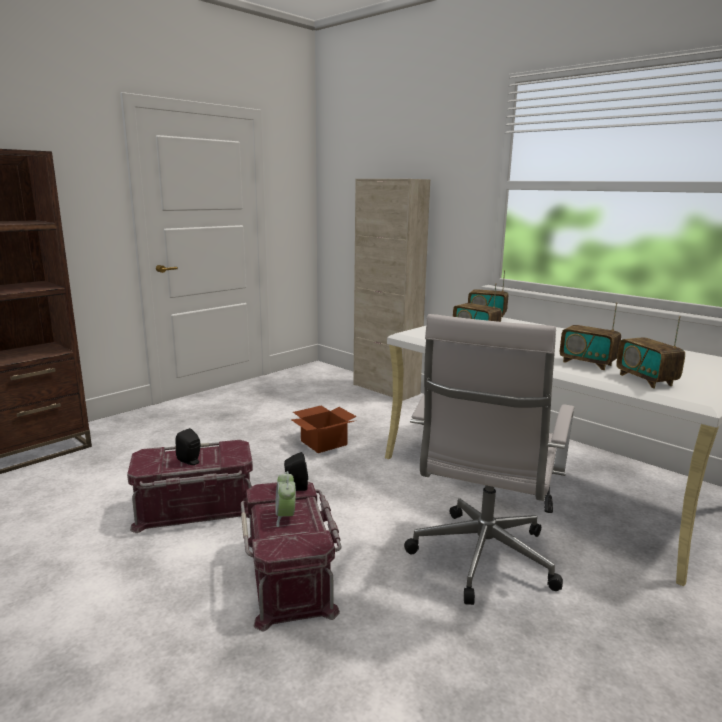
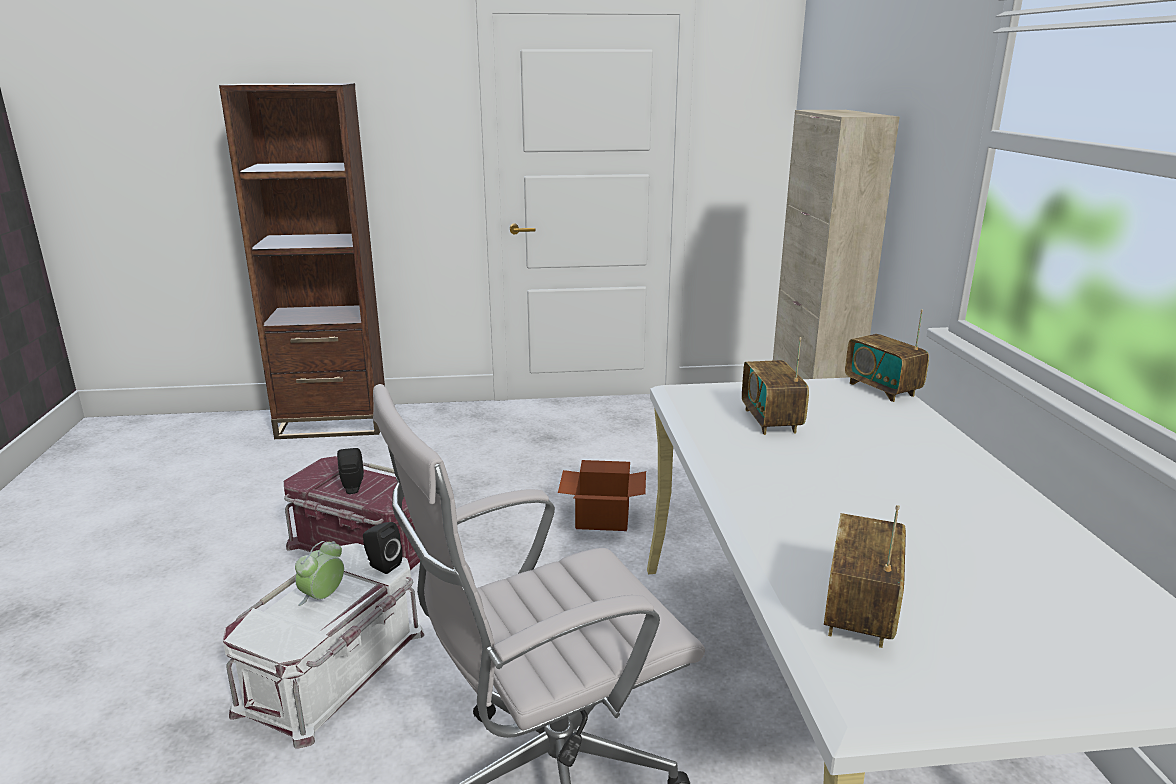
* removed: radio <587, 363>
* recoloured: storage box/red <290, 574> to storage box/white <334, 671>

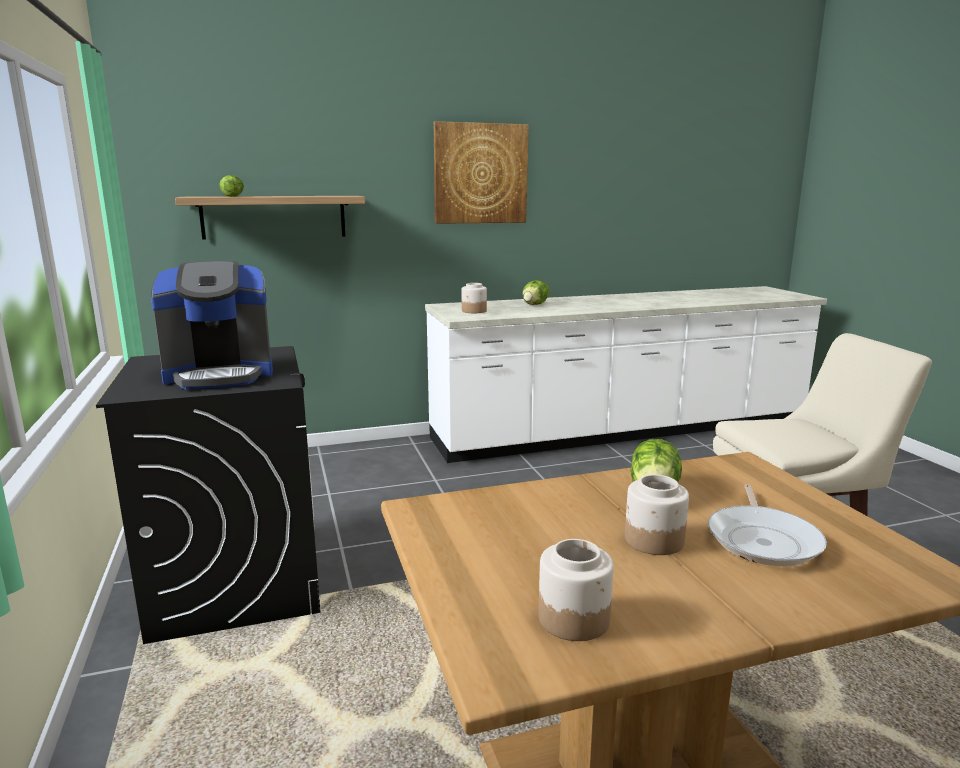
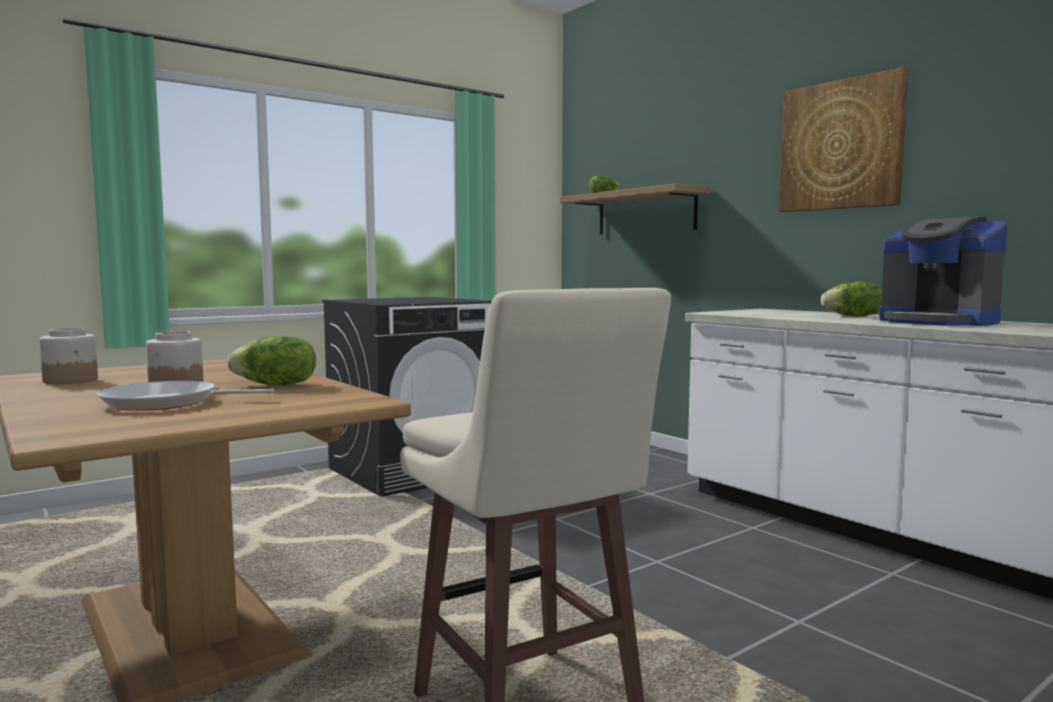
* removed: jar <474, 311>
* moved: coffee machine <220, 374> to <937, 322>

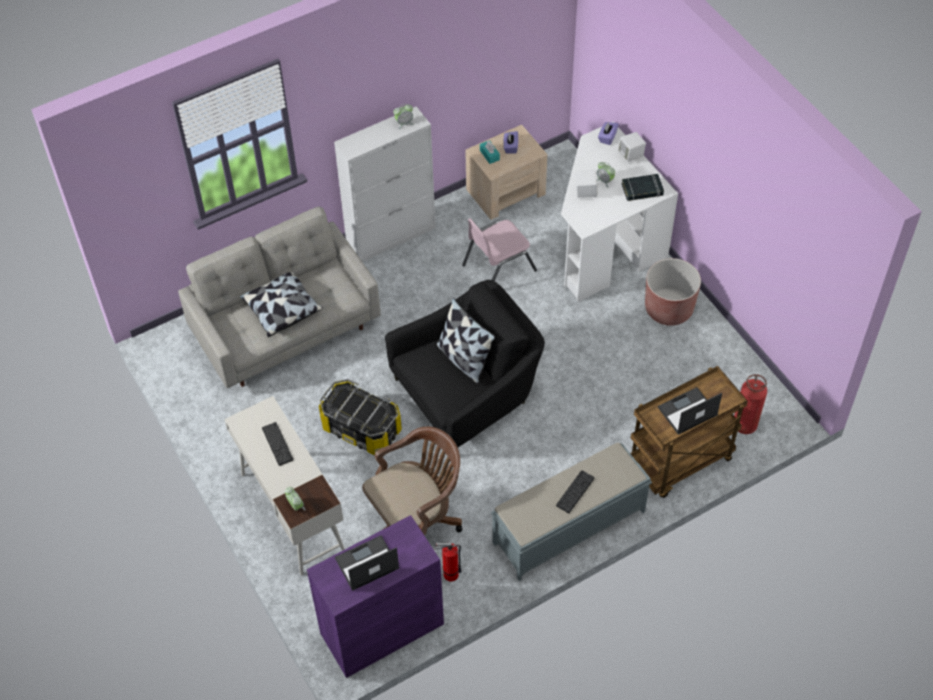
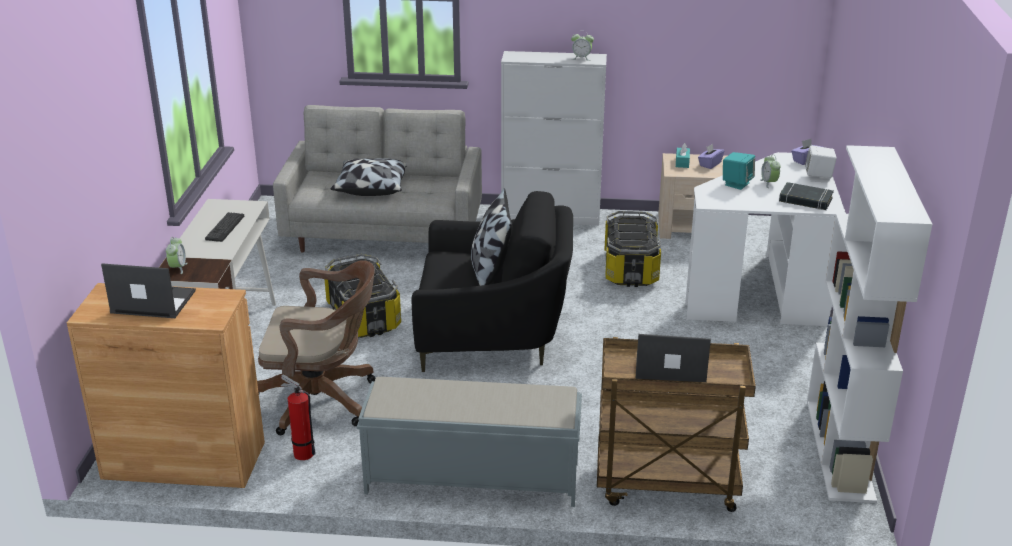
* removed: keyboard <575, 492>
* removed: planter/brown <668, 309>
* removed: fire extinguisher <744, 425>
* added: bookcase/white <841, 450>
* replaced: chair/pink <498, 267> to storage box <630, 268>
* recoloured: cabinet/purple <382, 628> to cabinet/brown <184, 460>
* recoloured: speaker/white <585, 193> to speaker/turquoise <737, 184>

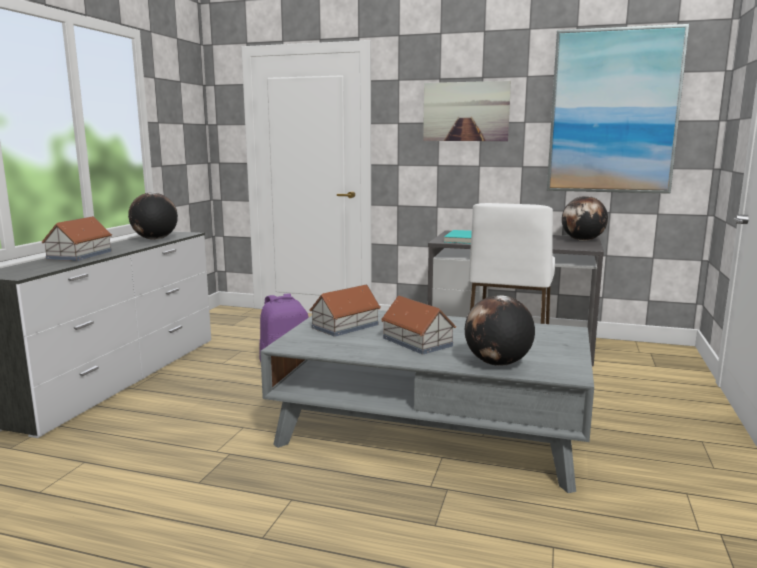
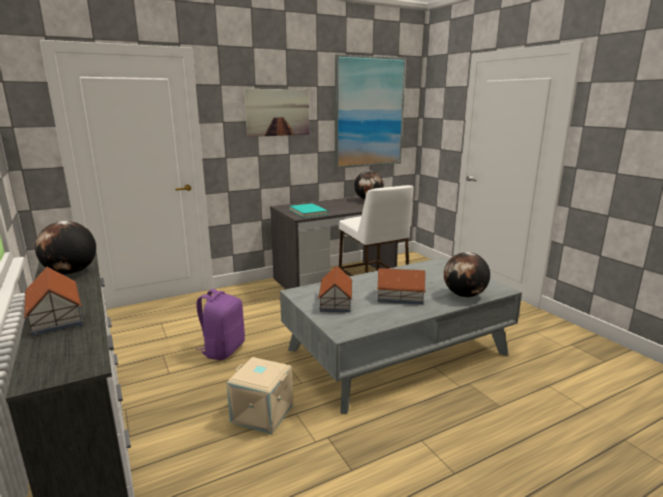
* added: storage box/beige <261, 414>

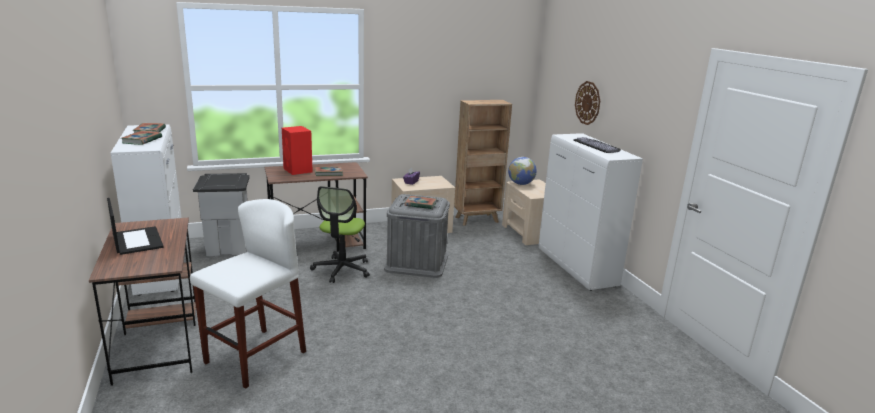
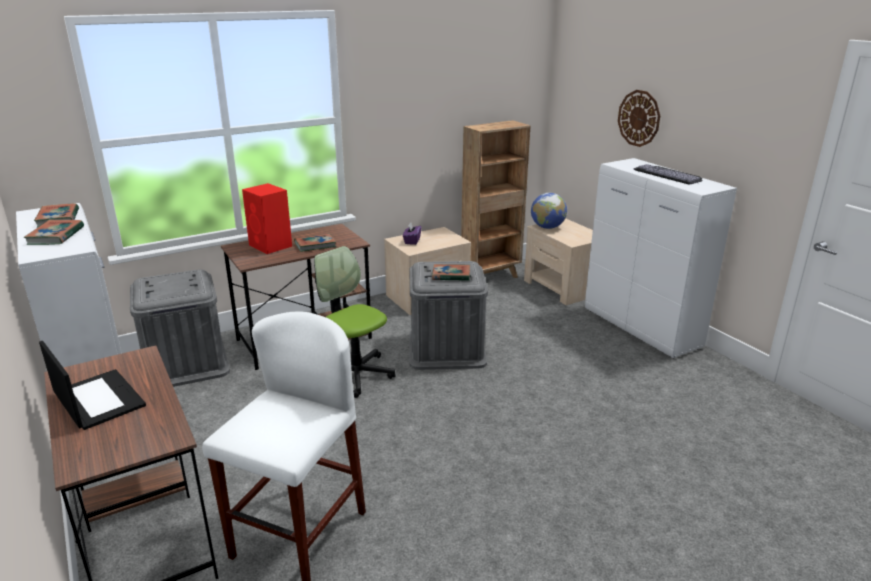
* replaced: trash can/grey <229, 248> to storage box/grey <186, 363>
* turned: office chair <342, 270> = <355, 374> 135 degrees clockwise

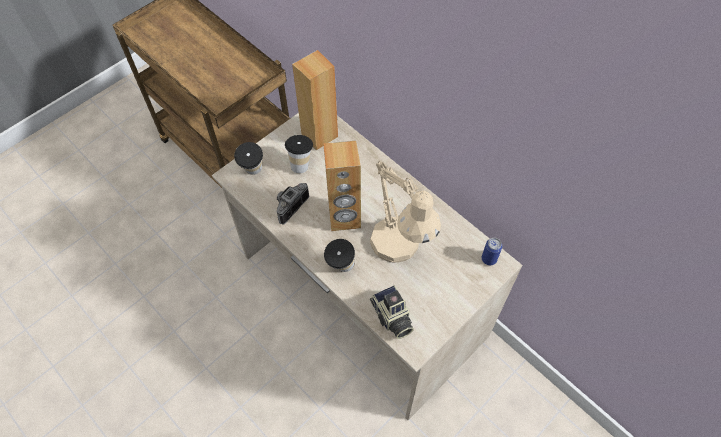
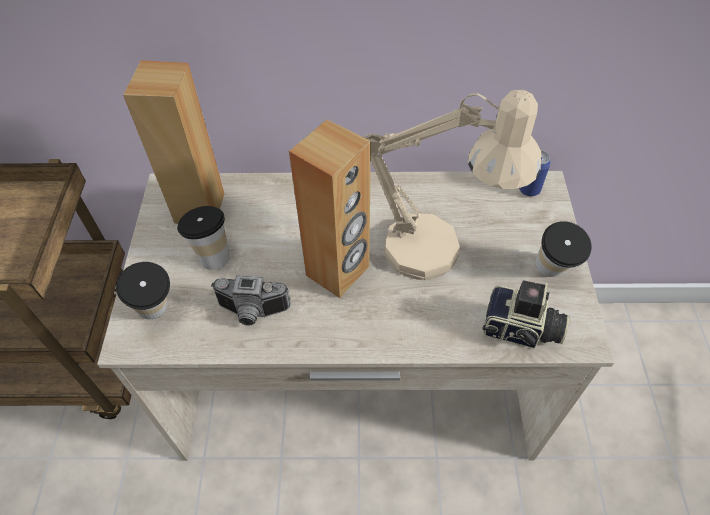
* moved: cup <341, 268> to <551, 274>
* turned: photo camera <288, 205> = <252, 313> 75 degrees counterclockwise

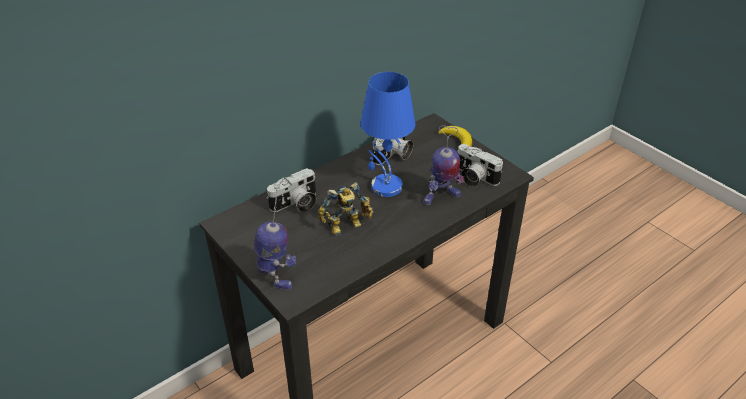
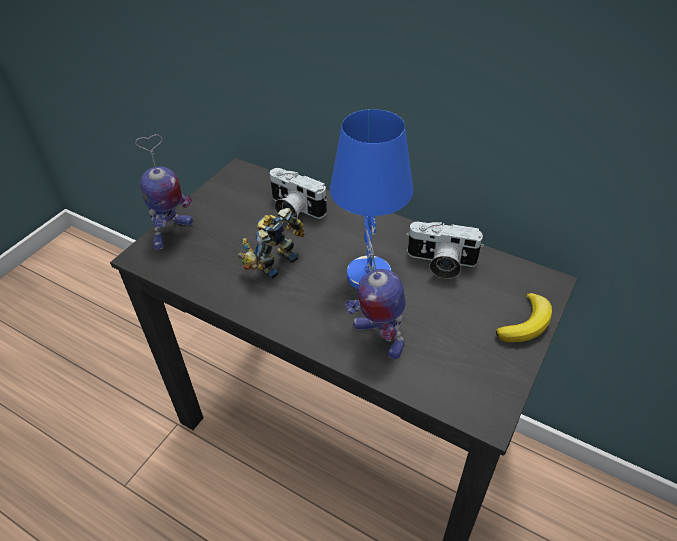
* removed: photo camera <474, 177>
* turned: toy robot <346, 226> = <273, 262> 90 degrees clockwise

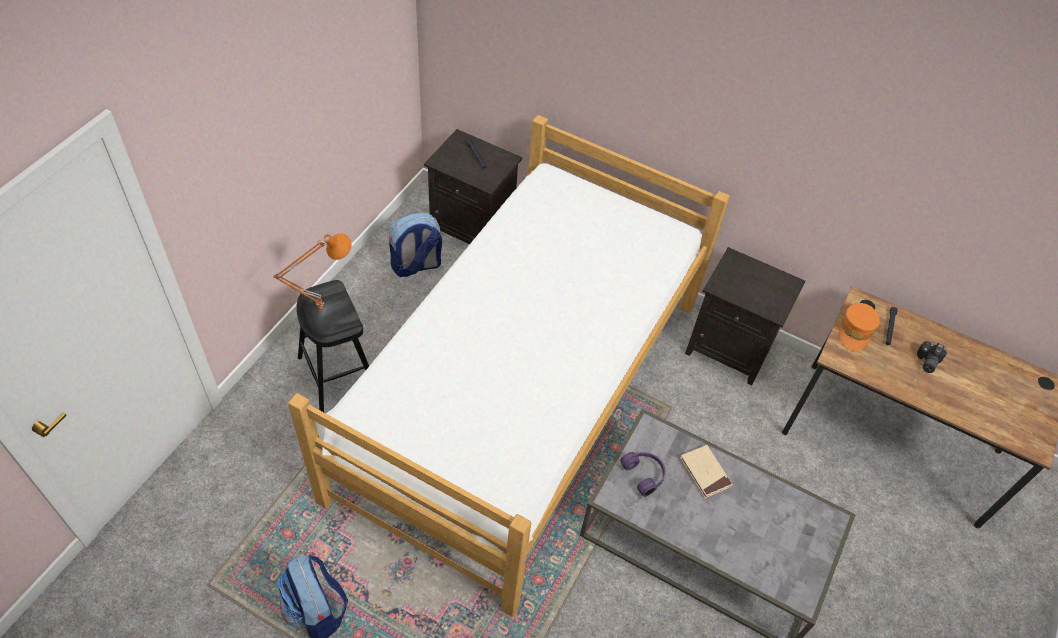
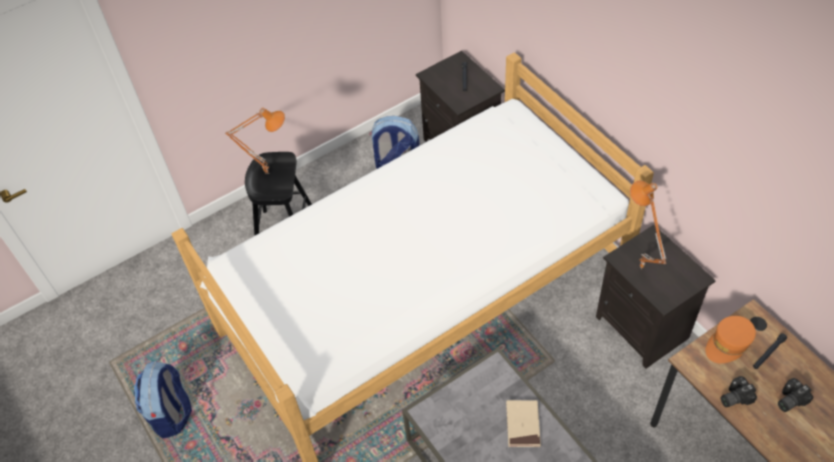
* removed: headphones/purple <645, 474>
* added: table lamp/orange <638, 268>
* added: photo camera <733, 396>

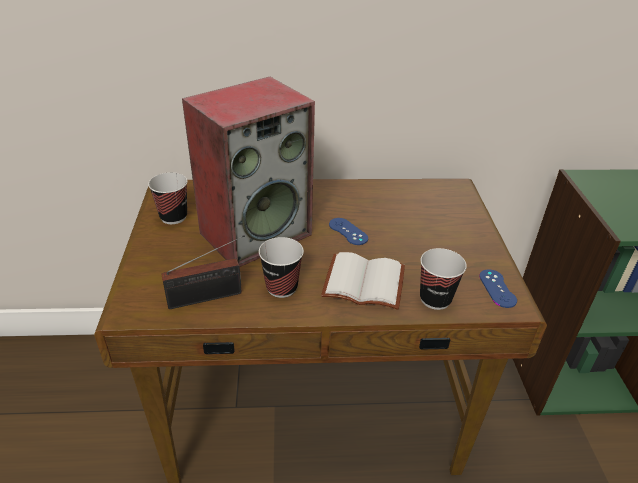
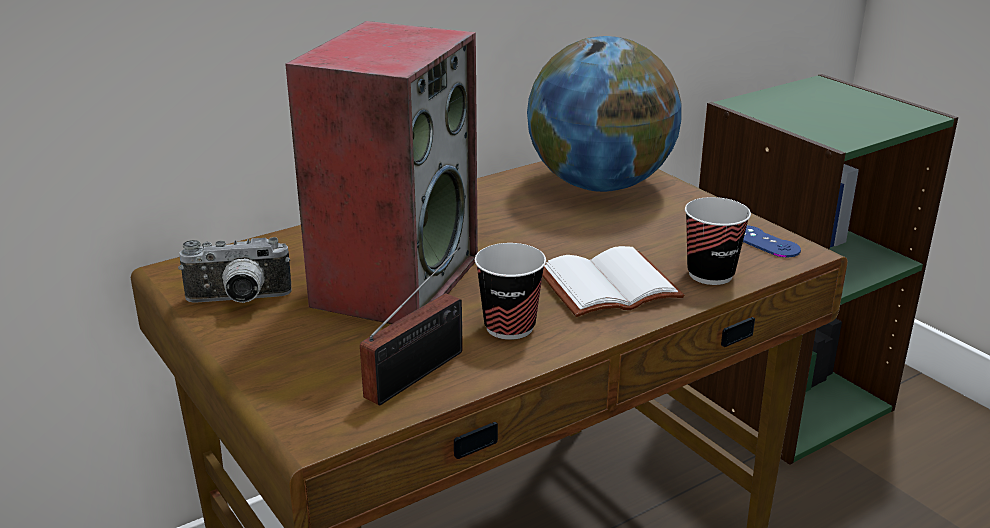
* removed: game controller/blue <348, 231>
* added: globe <600, 185>
* replaced: cup <173, 217> to photo camera <239, 301>

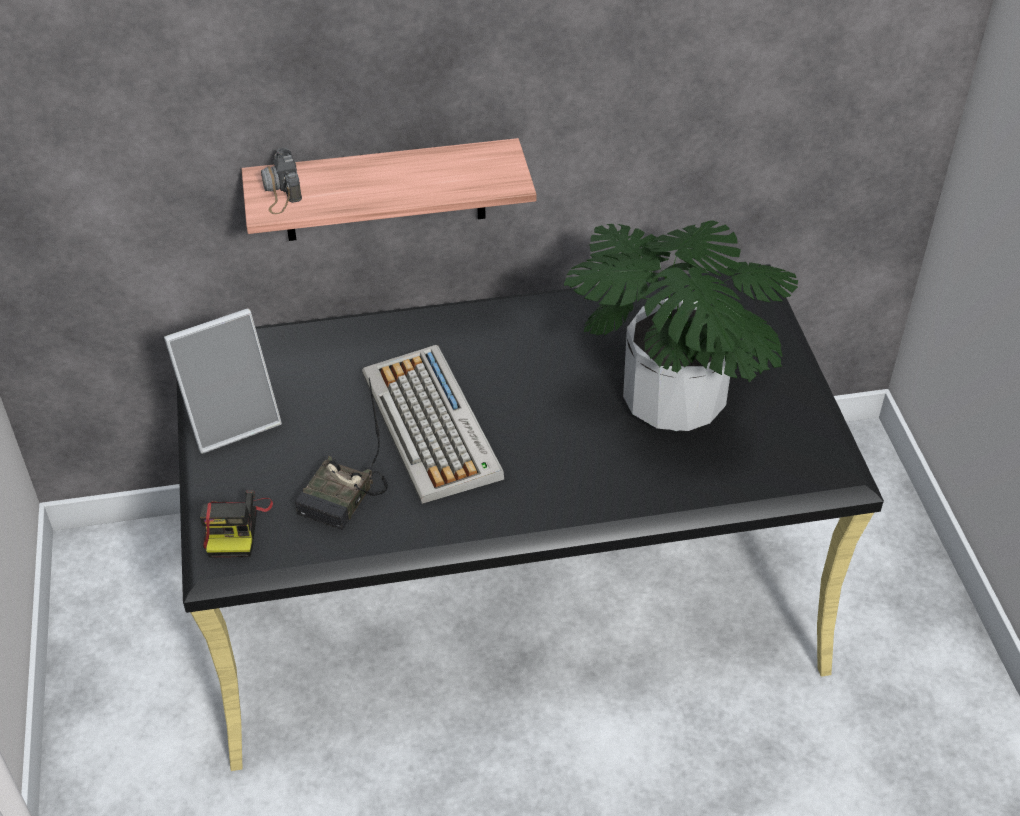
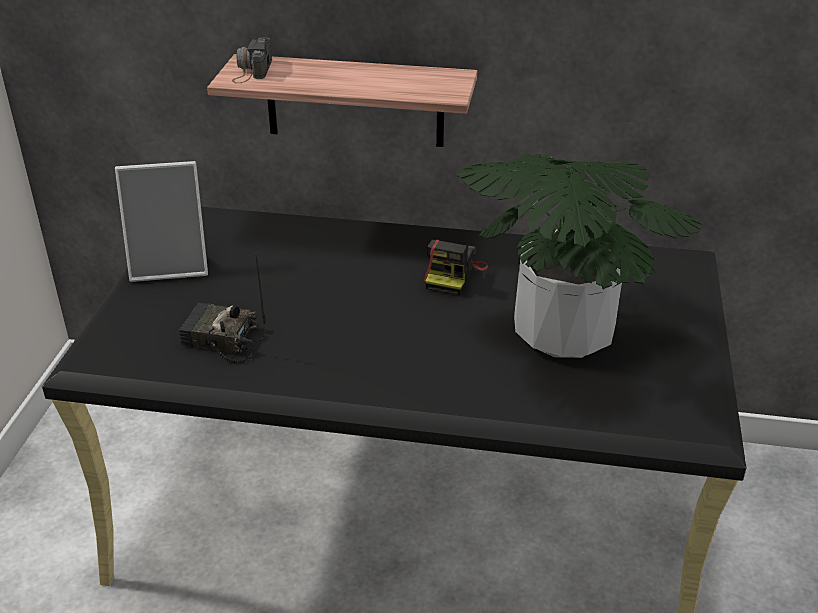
* removed: keyboard <432, 426>
* moved: photo camera <236, 527> to <453, 275>
* turned: radio <343, 499> = <220, 340> 60 degrees clockwise

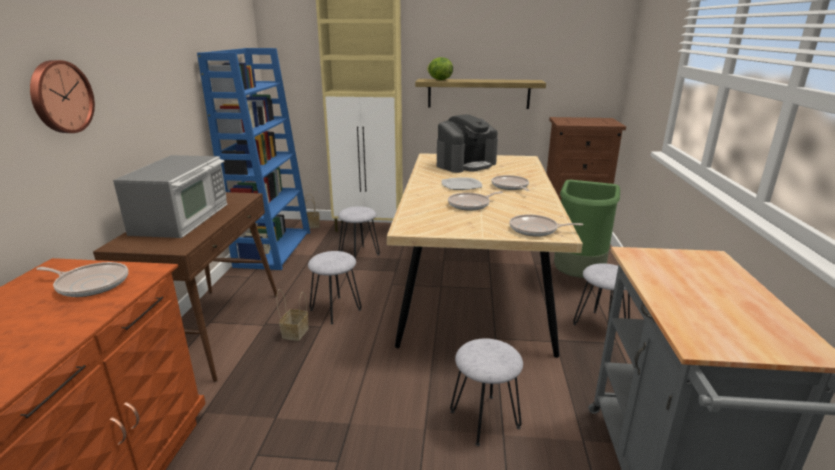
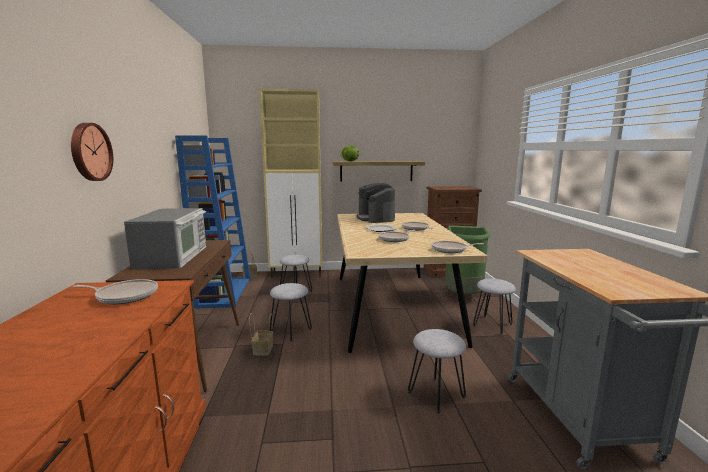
* turned: coffee machine <466, 164> = <376, 218> 120 degrees clockwise

